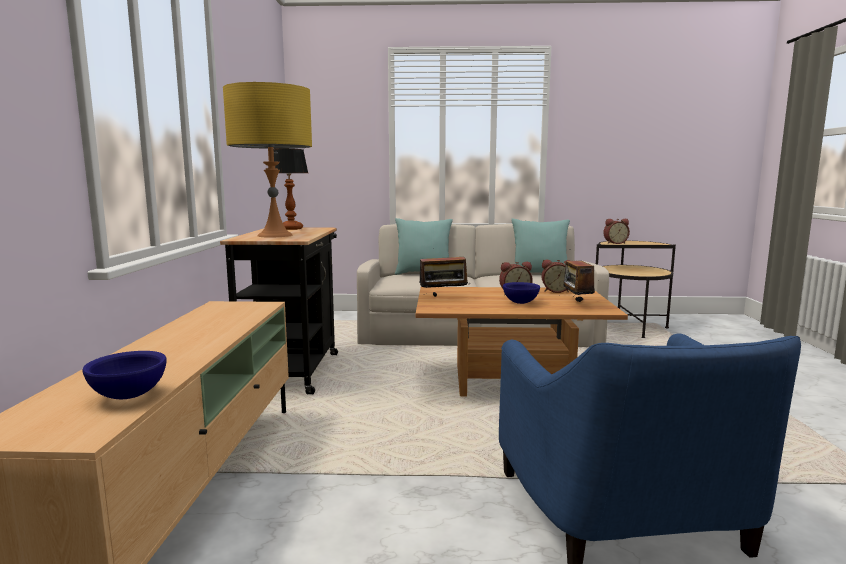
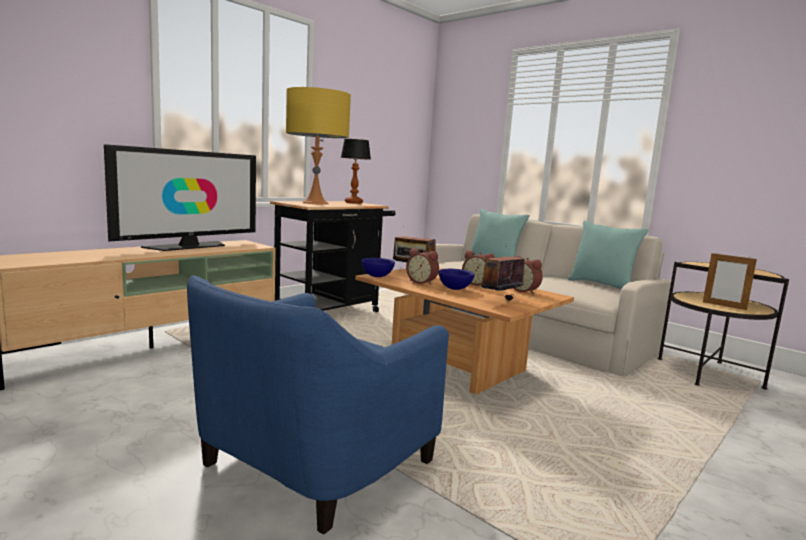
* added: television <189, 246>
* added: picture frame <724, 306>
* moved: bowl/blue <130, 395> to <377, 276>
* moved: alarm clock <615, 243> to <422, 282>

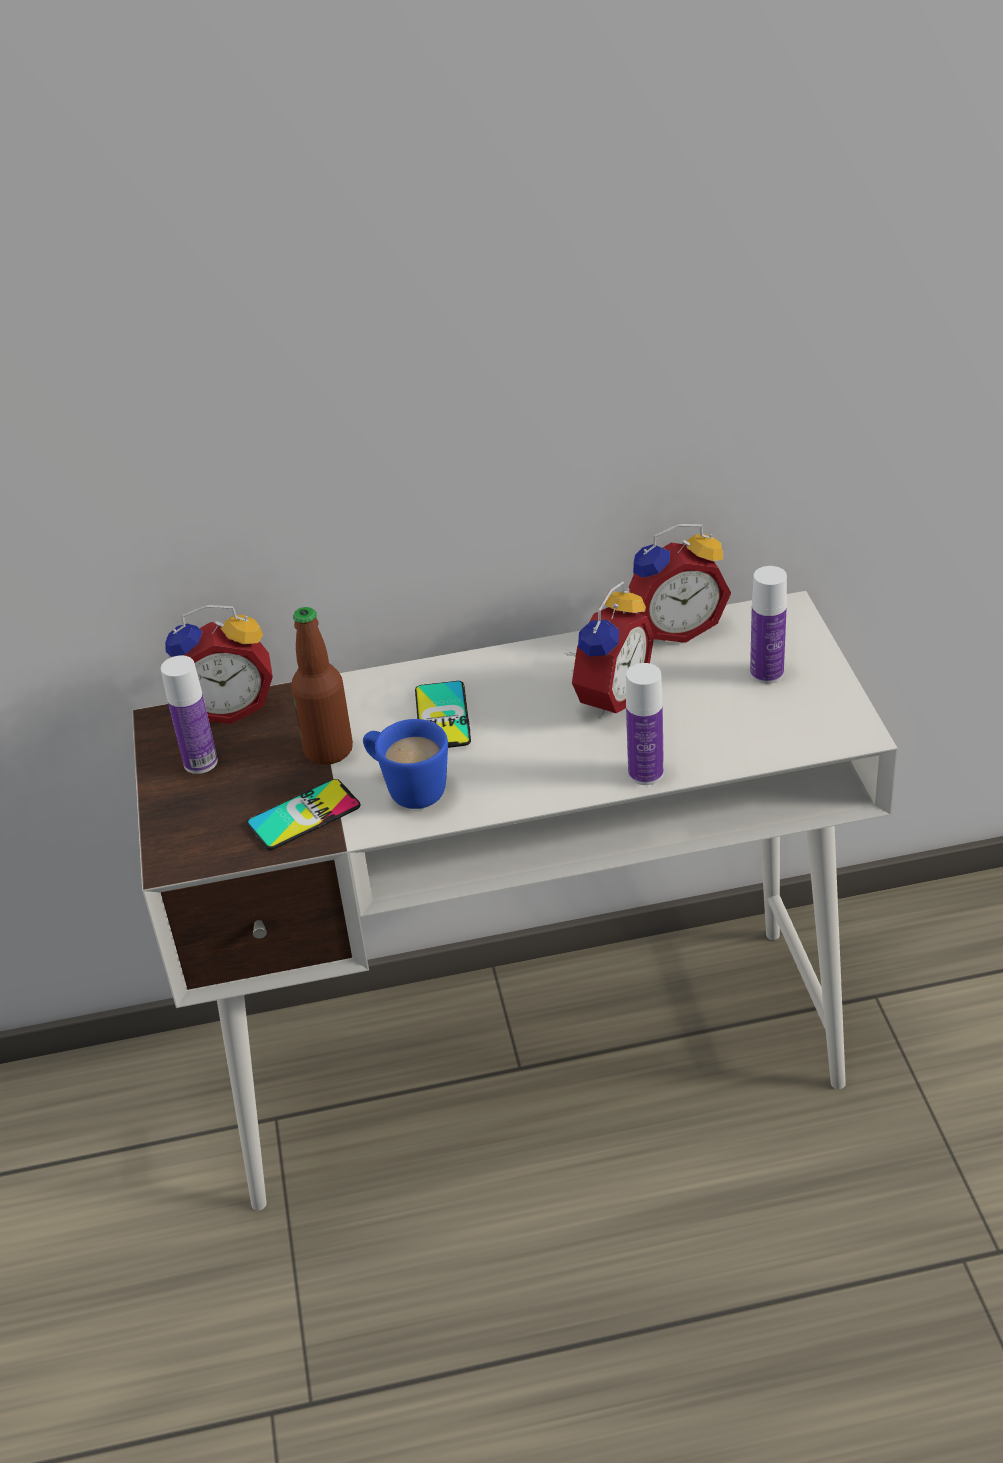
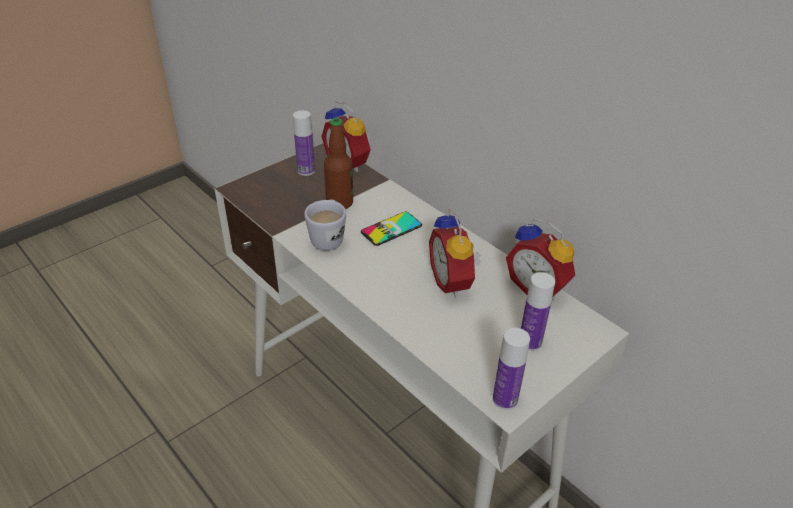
* removed: phone <303, 815>
* moved: bottle <645, 773> to <505, 399>
* recoloured: mug/blue <407, 788> to mug/white <328, 238>
* turned: alarm clock <608, 696> = <453, 282> 75 degrees clockwise

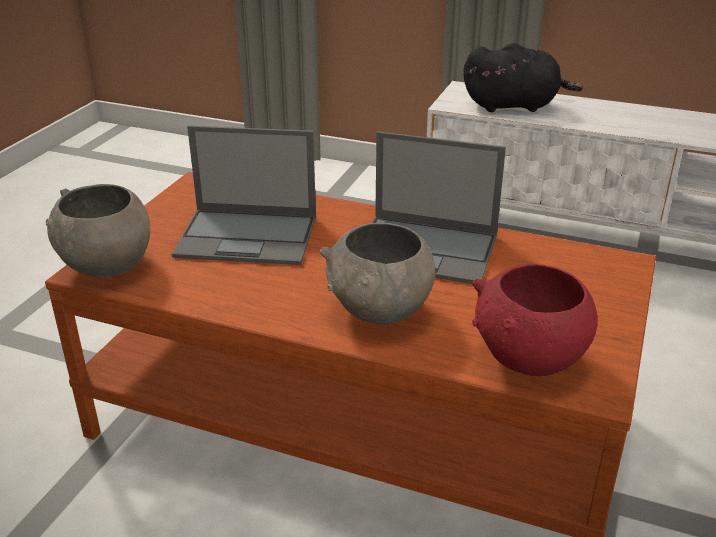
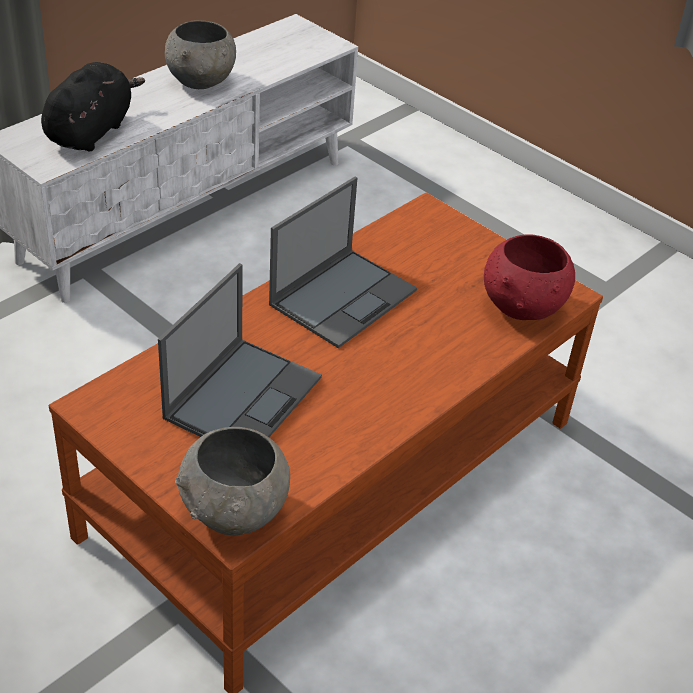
* moved: bowl/grey <380, 312> to <202, 82>

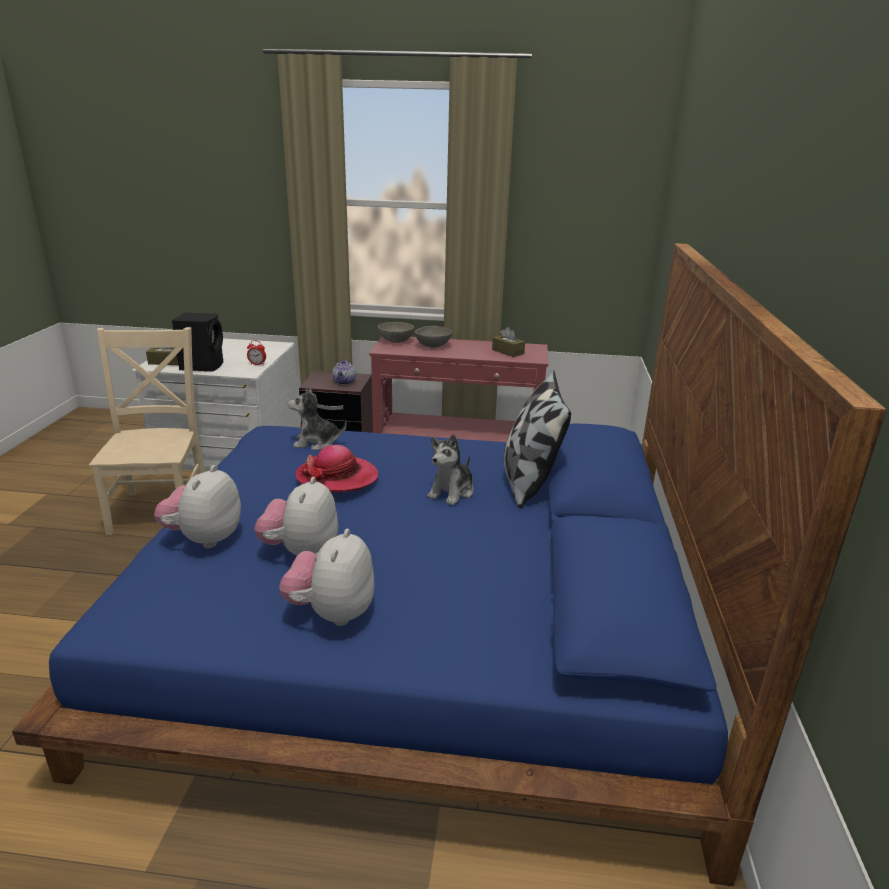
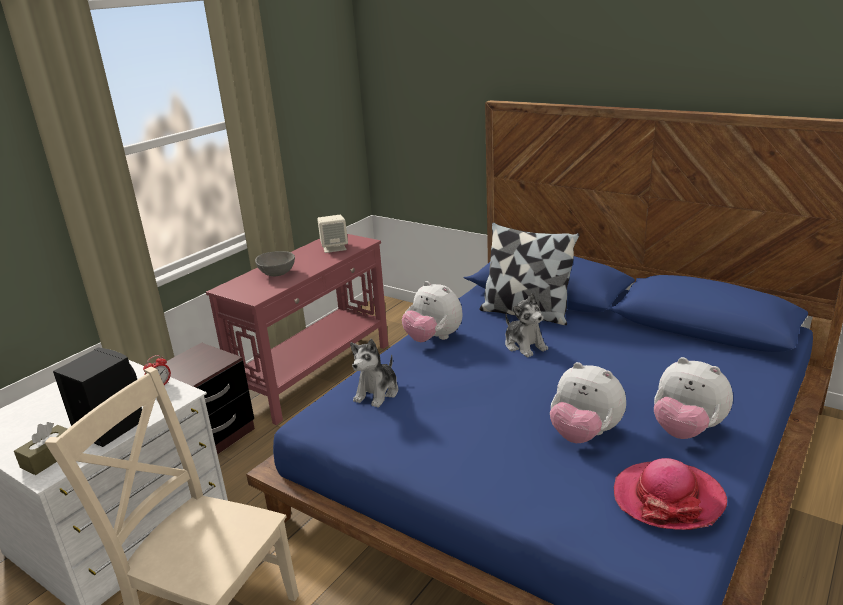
* removed: teapot <345, 382>
* removed: bowl/grey <396, 341>
* moved: plush toy <204, 538> to <433, 339>
* moved: hat <337, 477> to <668, 498>
* replaced: tissue box/brown <508, 352> to speaker/beige <334, 248>

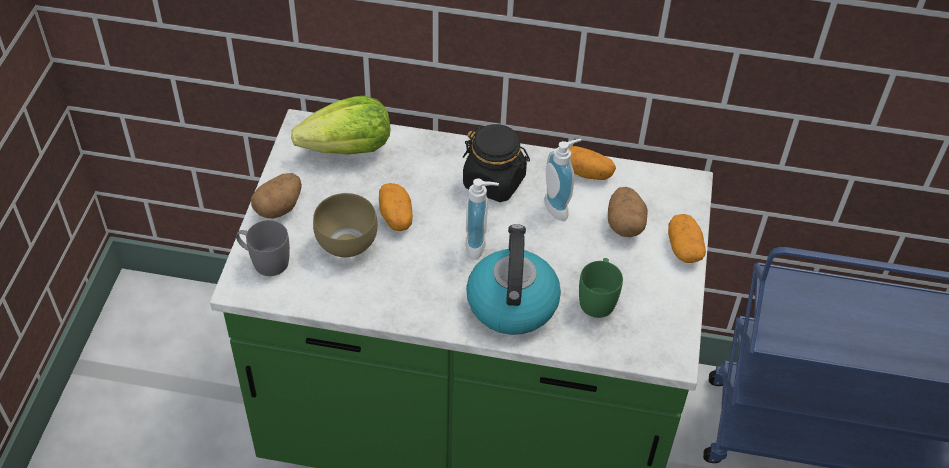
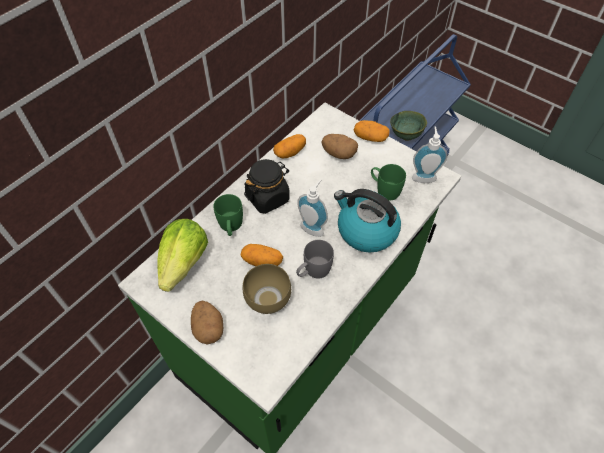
* added: mug/green <231, 227>
* added: bowl/green <405, 136>
* moved: mug/grey <264, 260> to <313, 271>
* moved: soap dispenser <560, 206> to <423, 176>

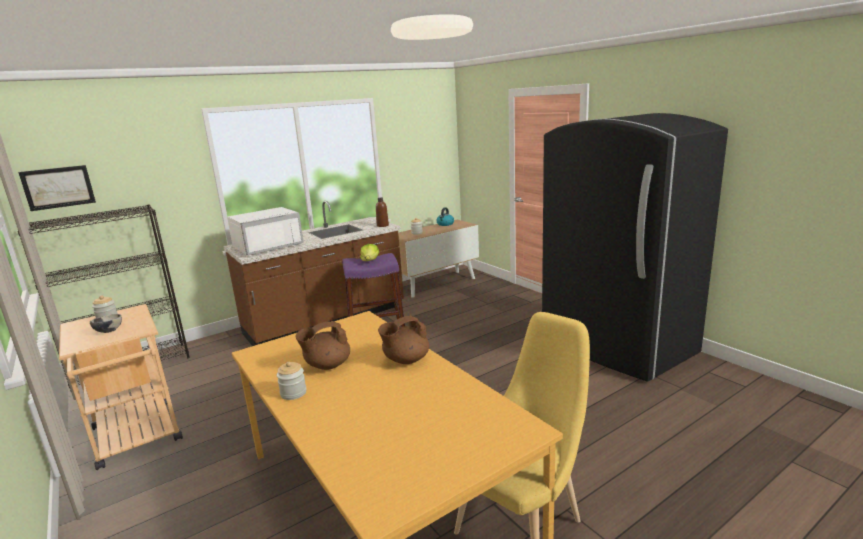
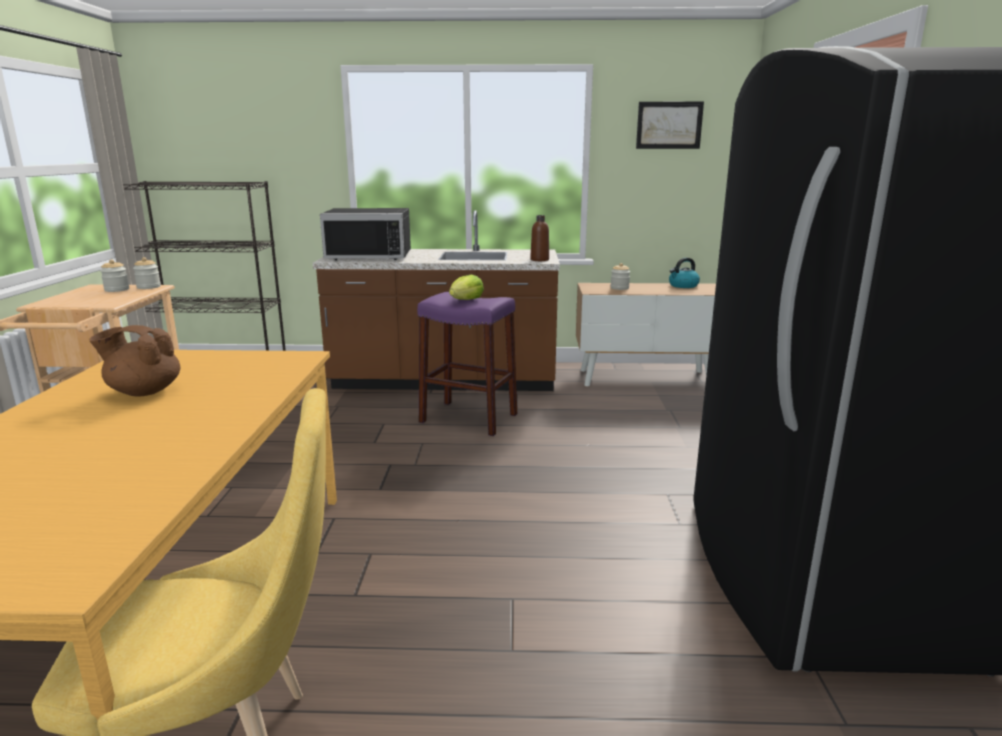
* removed: bowl <108, 331>
* removed: teapot/brown <405, 360>
* moved: picture <58, 187> to <669, 125>
* moved: jar <293, 393> to <149, 287>
* recoloured: microwave/white <267, 245> to microwave/black <371, 255>

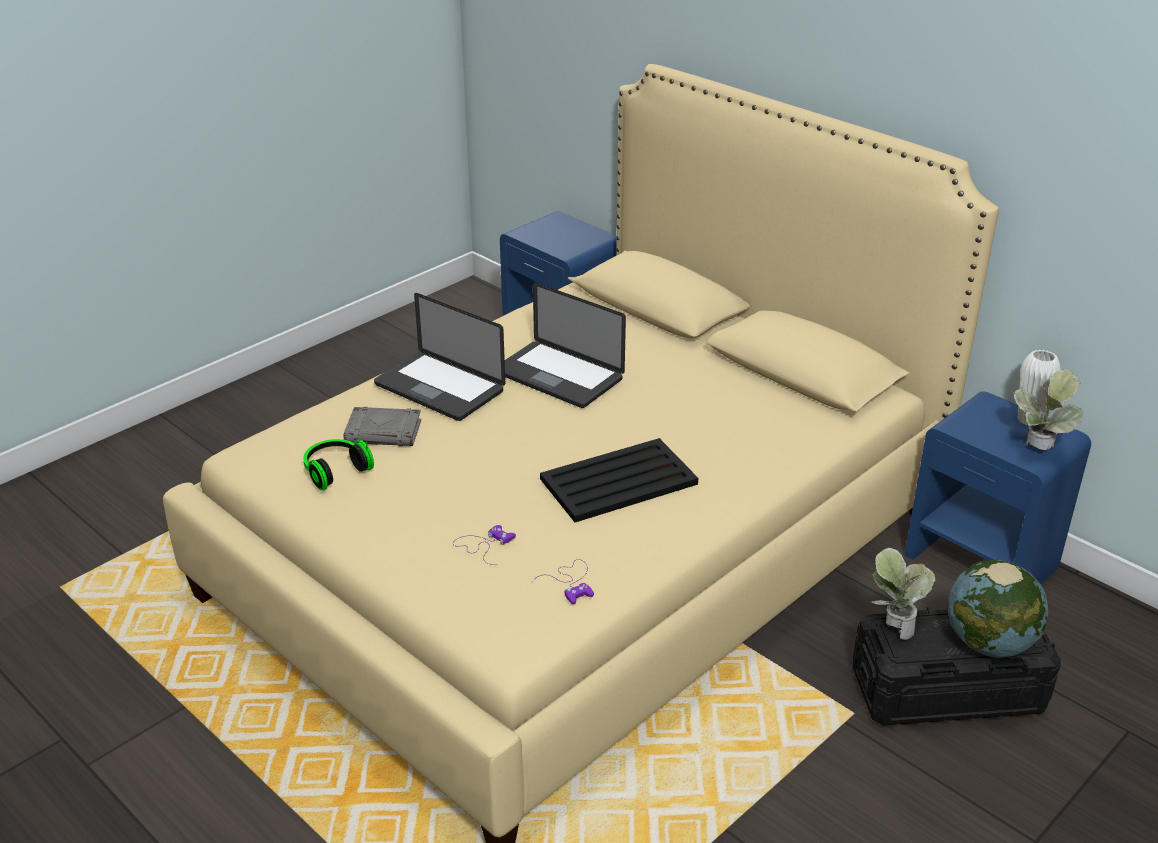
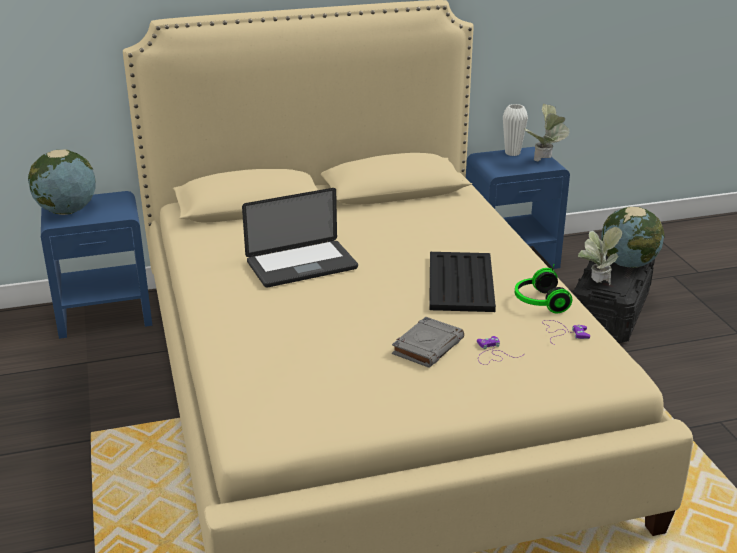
* removed: laptop <439, 388>
* added: globe <66, 211>
* moved: headphones <335, 471> to <539, 302>
* moved: book/grey <384, 432> to <428, 346>

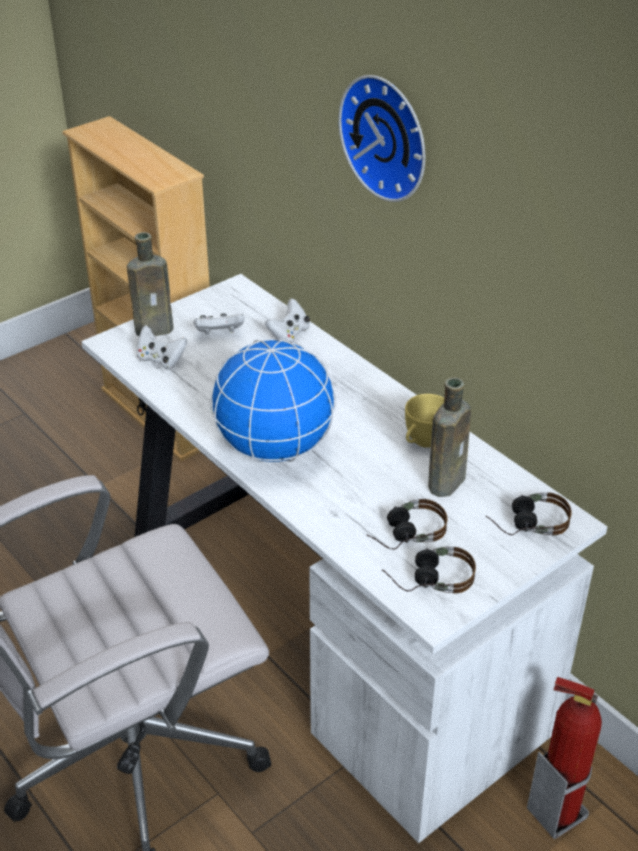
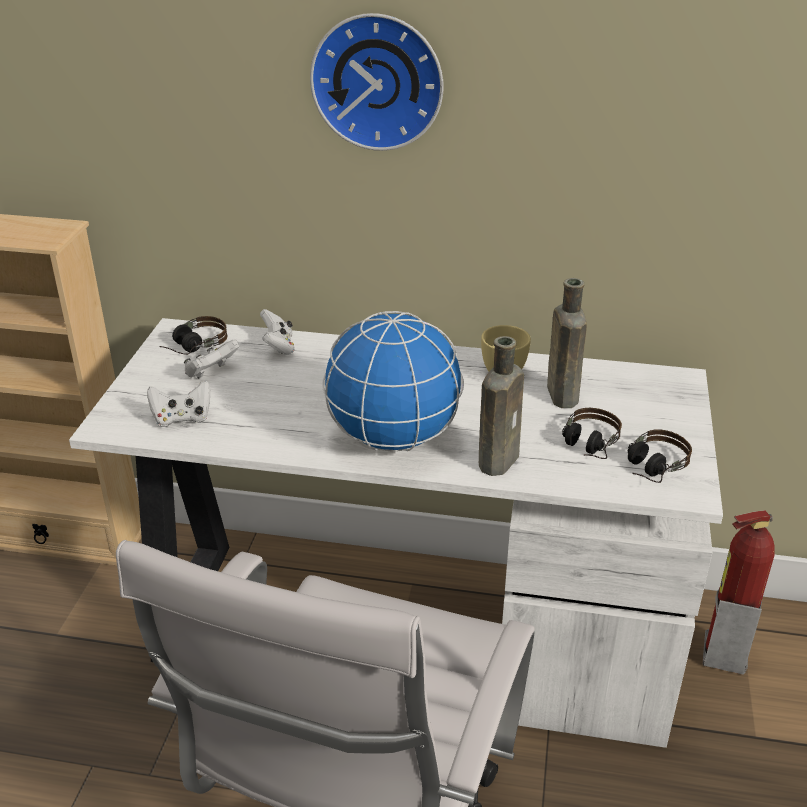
* moved: bottle/brown <157, 329> to <499, 459>
* moved: headphones <525, 524> to <191, 348>

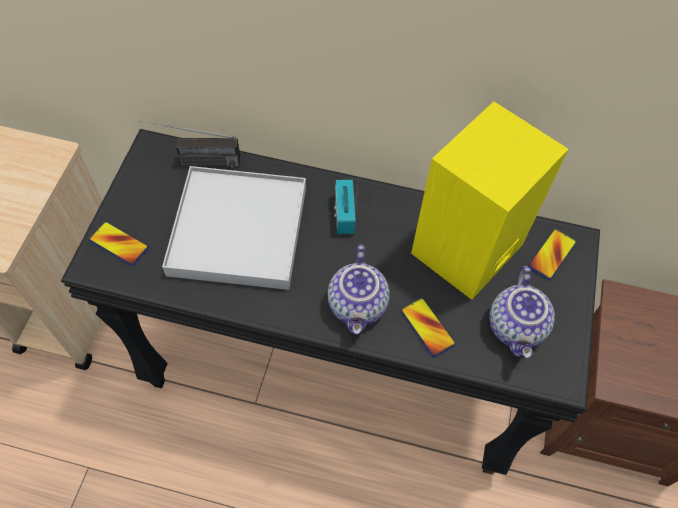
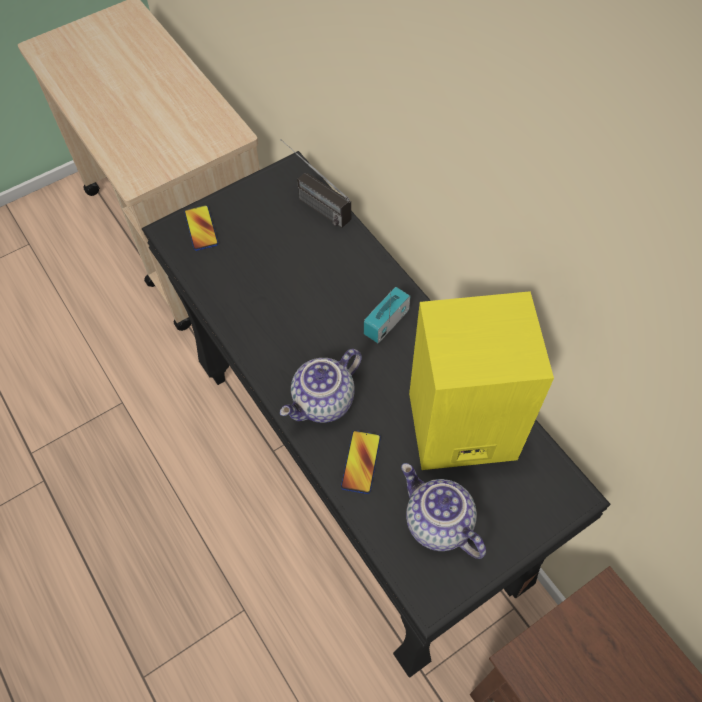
* removed: tray/white <238, 231>
* removed: phone <551, 254>
* turned: teapot <517, 328> = <436, 523> 90 degrees clockwise

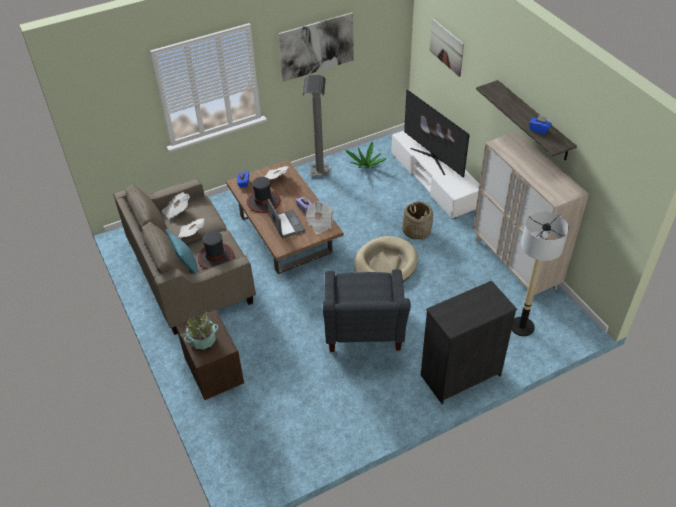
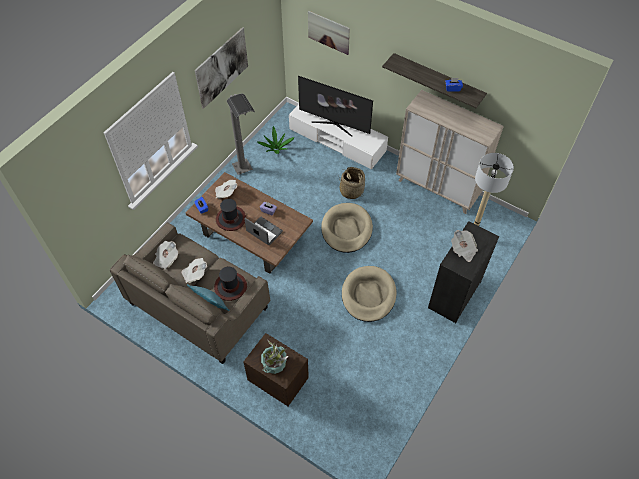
* moved: newspaper <319, 223> to <463, 250>
* replaced: armchair/grey <364, 335> to dog bed/beige <368, 295>

